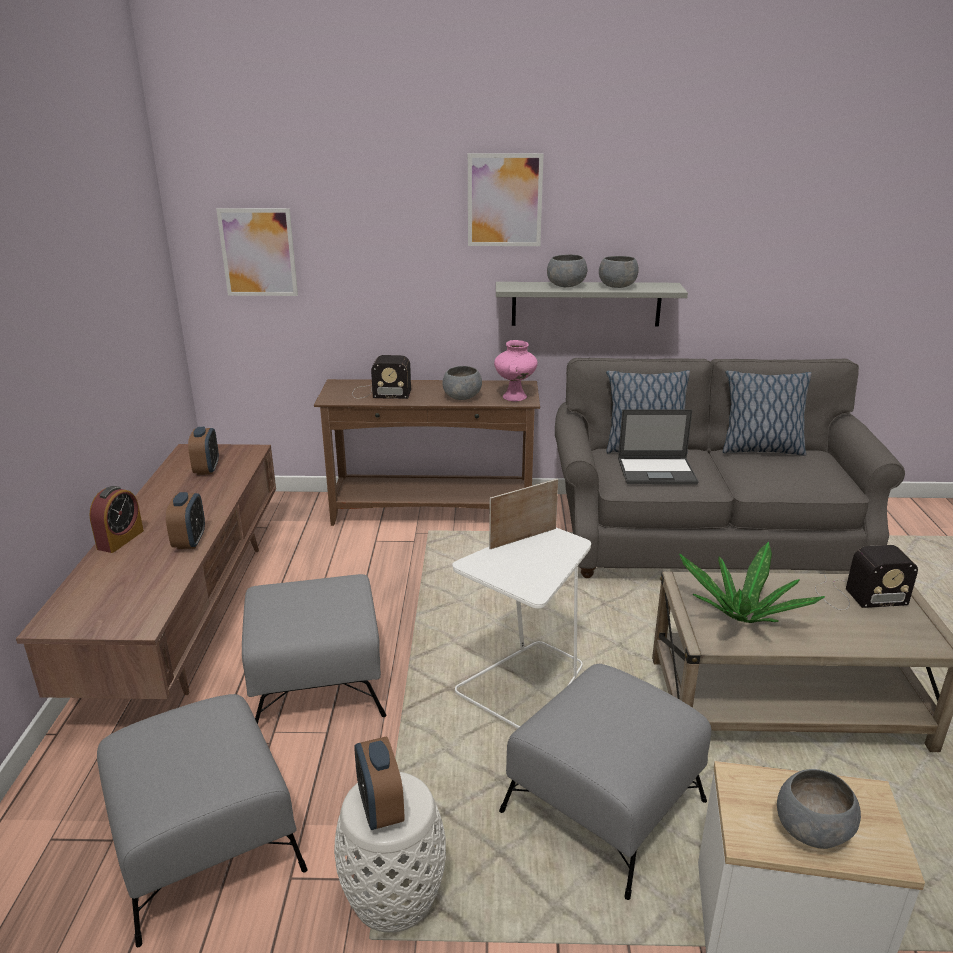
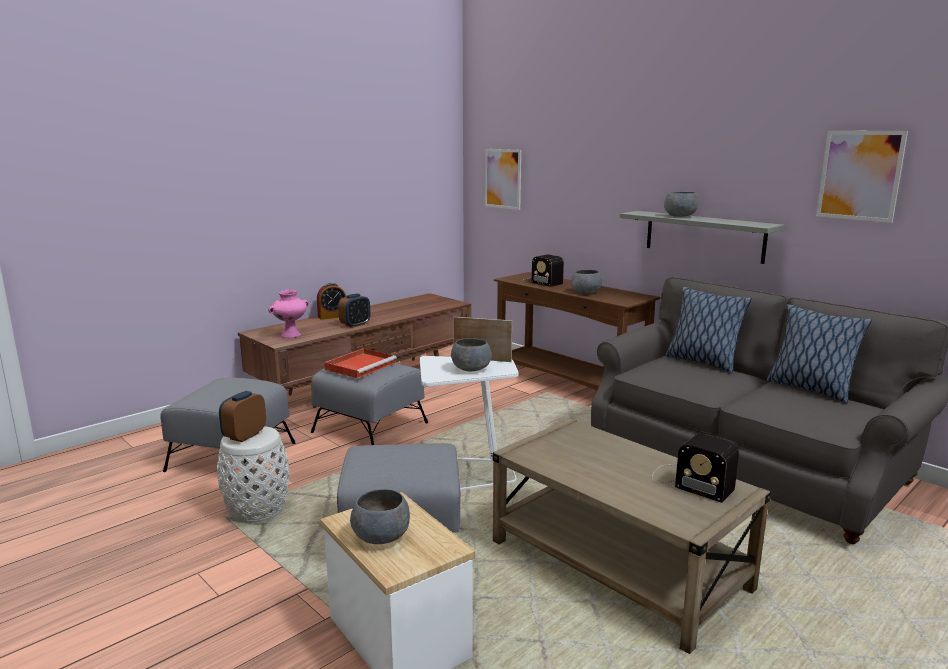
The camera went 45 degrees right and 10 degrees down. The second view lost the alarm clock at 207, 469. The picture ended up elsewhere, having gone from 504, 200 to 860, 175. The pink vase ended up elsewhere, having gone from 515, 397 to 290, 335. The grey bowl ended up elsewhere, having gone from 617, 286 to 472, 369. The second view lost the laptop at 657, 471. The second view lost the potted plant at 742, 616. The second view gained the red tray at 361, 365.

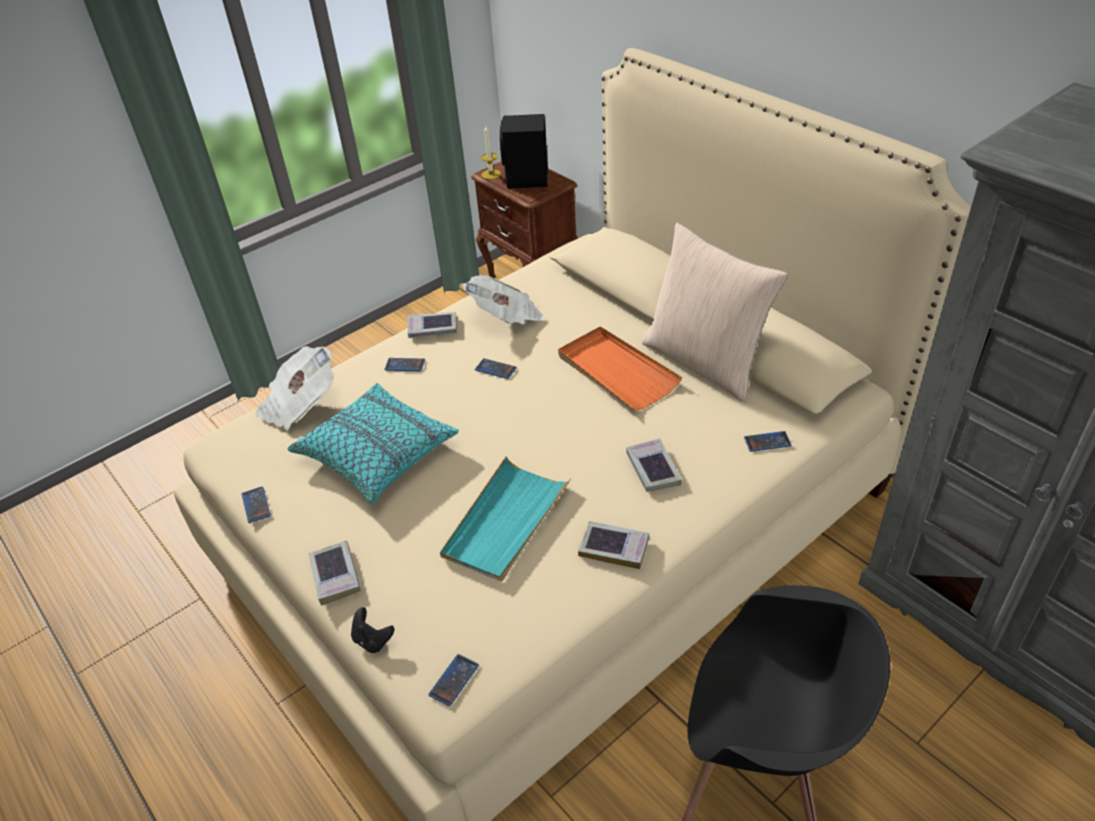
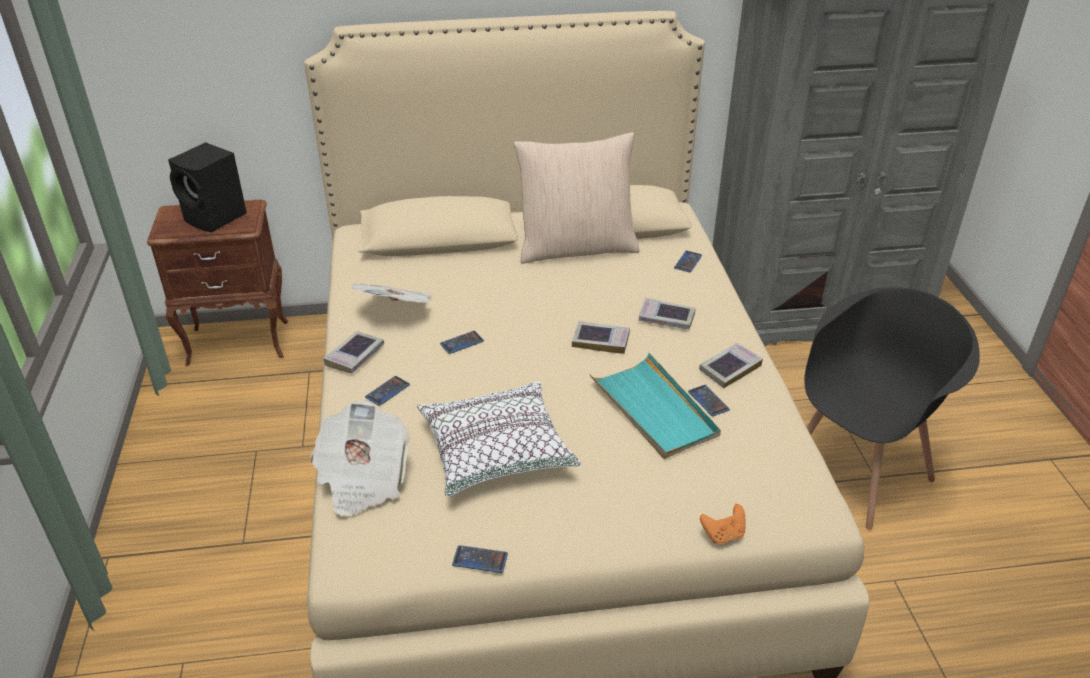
The camera went 60 degrees left and 5 degrees down. What was the turquoise pillow at 377, 453 turned into the white pillow at 496, 450. The book ended up elsewhere, having gone from 335, 575 to 601, 341. What was the black game controller at 372, 640 turned into the orange game controller at 723, 534. The phone ended up elsewhere, having gone from 454, 680 to 708, 401. The second view lost the candle at 491, 174. The second view lost the orange tray at 616, 371.

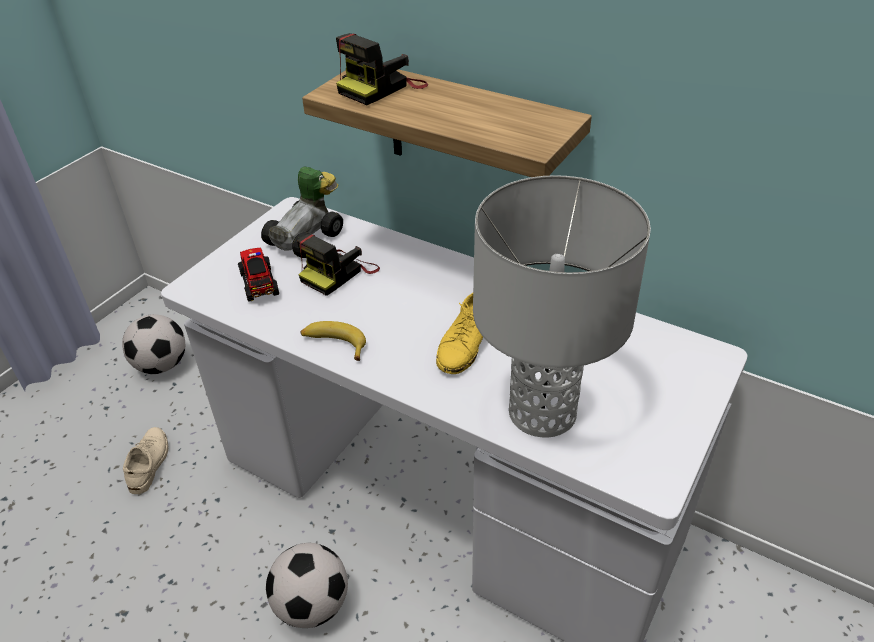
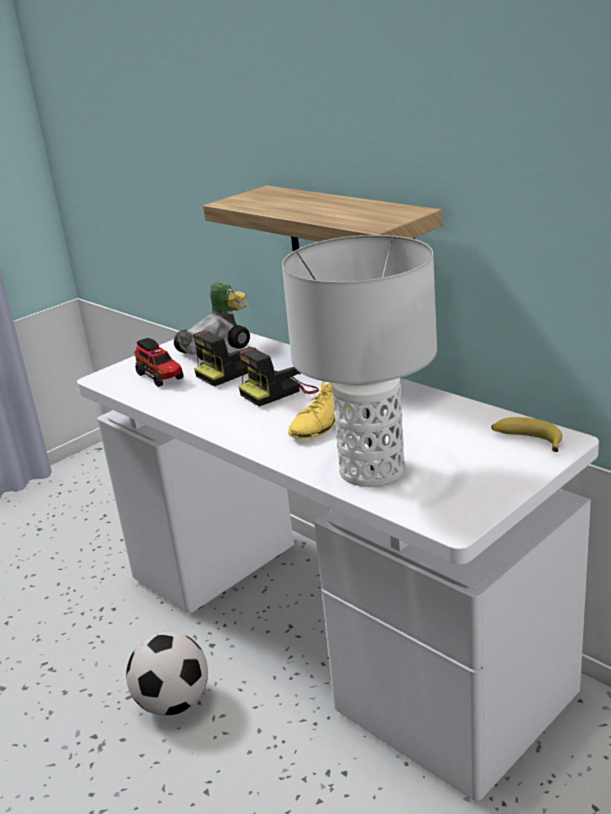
The camera went 15 degrees right and 15 degrees down. The second view lost the football at 161, 365. The second view lost the beige shoe at 149, 463. The toy truck at 259, 283 ended up facing another way, 150 degrees clockwise from before. The banana ended up elsewhere, having gone from 334, 344 to 527, 440. The photo camera ended up elsewhere, having gone from 381, 88 to 279, 392.

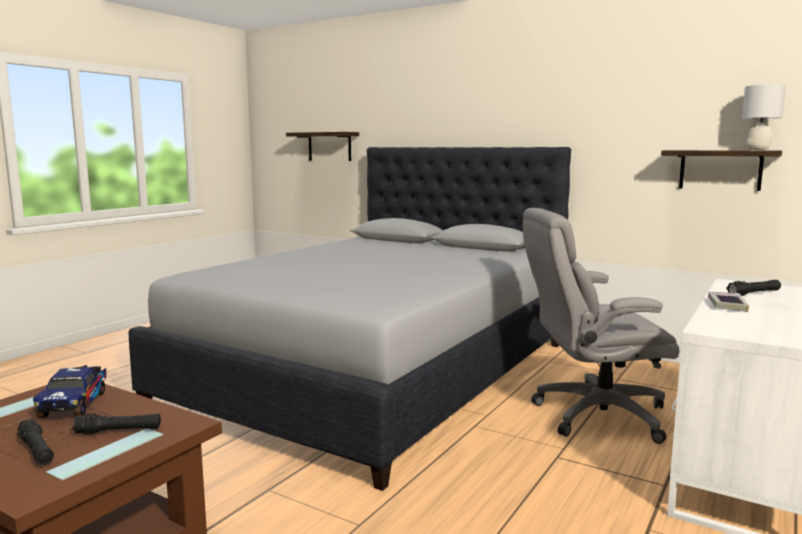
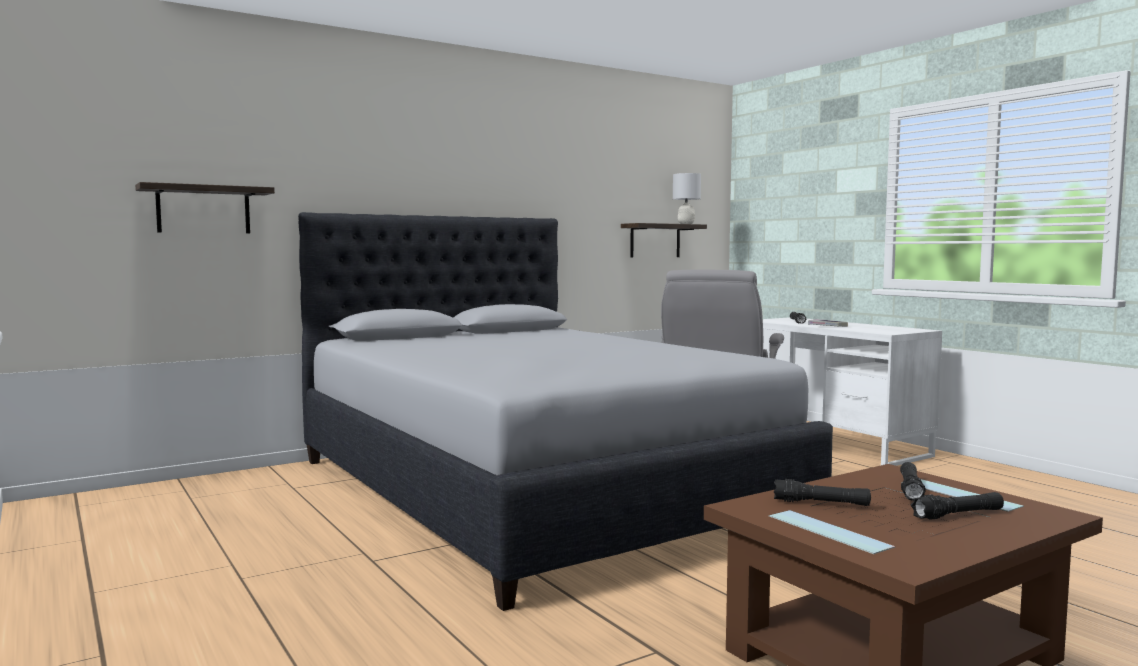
The camera went 65 degrees left and 5 degrees down. Where the toy truck stood at 75, 403, the black flashlight came to stand at 821, 503.

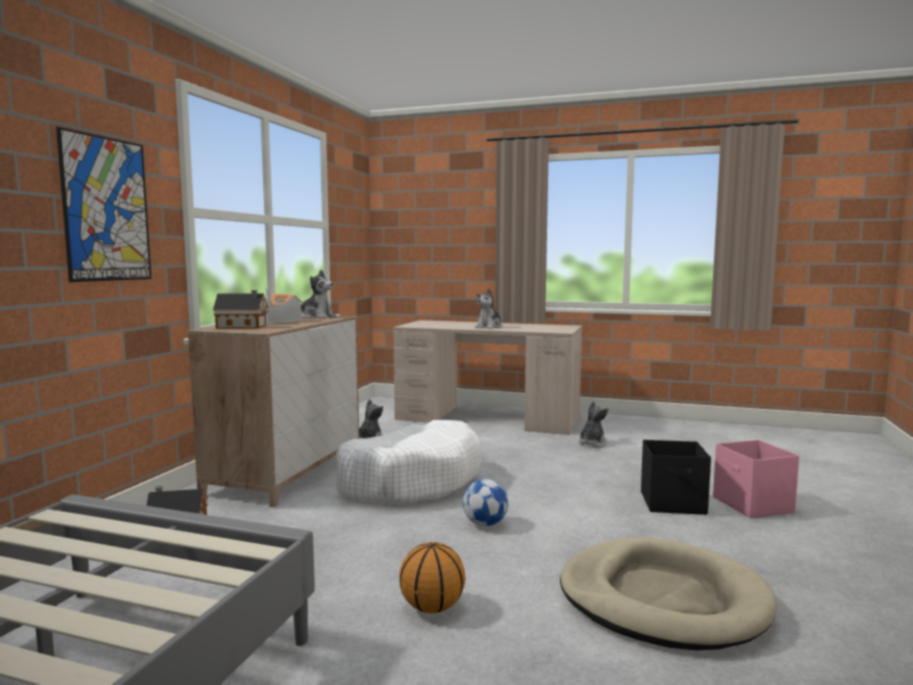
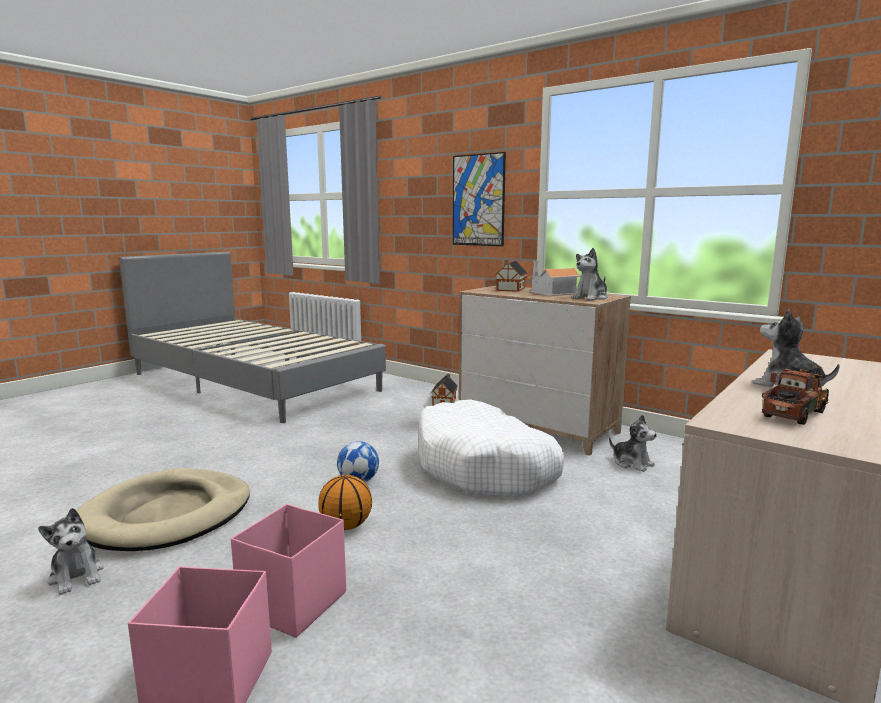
The camera went 110 degrees right and 5 degrees up. The basketball ended up elsewhere, having gone from 433, 607 to 346, 526. The plush toy ended up elsewhere, having gone from 592, 443 to 77, 576. What was the black storage box at 673, 503 turned into the pink storage box at 291, 604. The second view gained the toy truck at 796, 412.

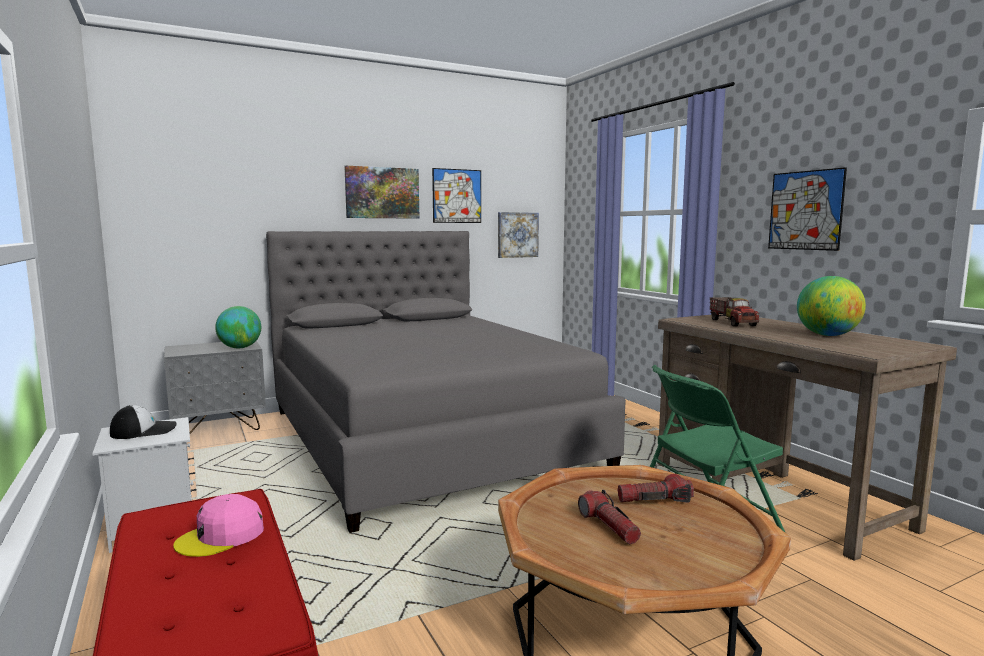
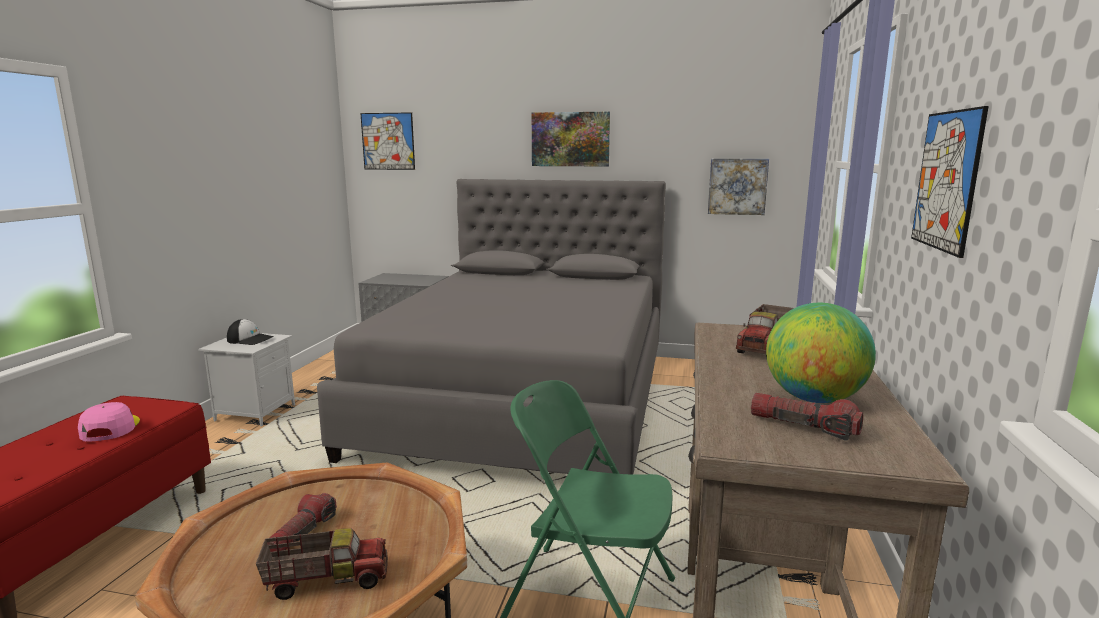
The camera went 40 degrees right and 5 degrees up. The pink cap at 221, 536 ended up facing another way, 75 degrees clockwise from before. The second view lost the globe at 240, 348. The picture ended up elsewhere, having gone from 457, 196 to 388, 141. The flashlight ended up elsewhere, having gone from 654, 500 to 803, 427. The second view gained the toy truck at 327, 580.

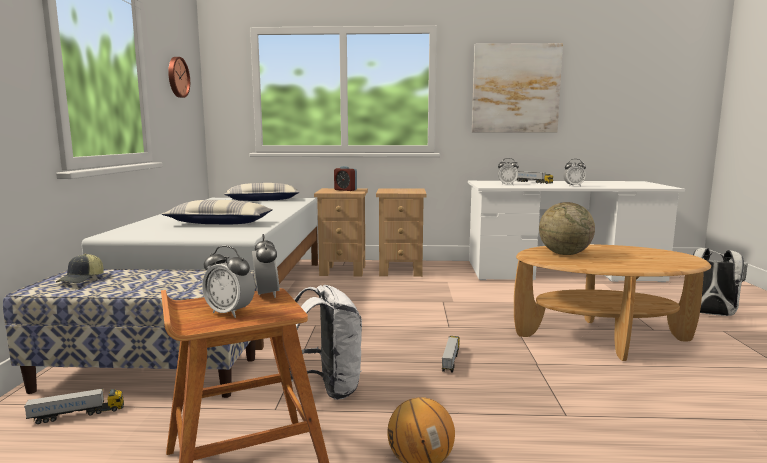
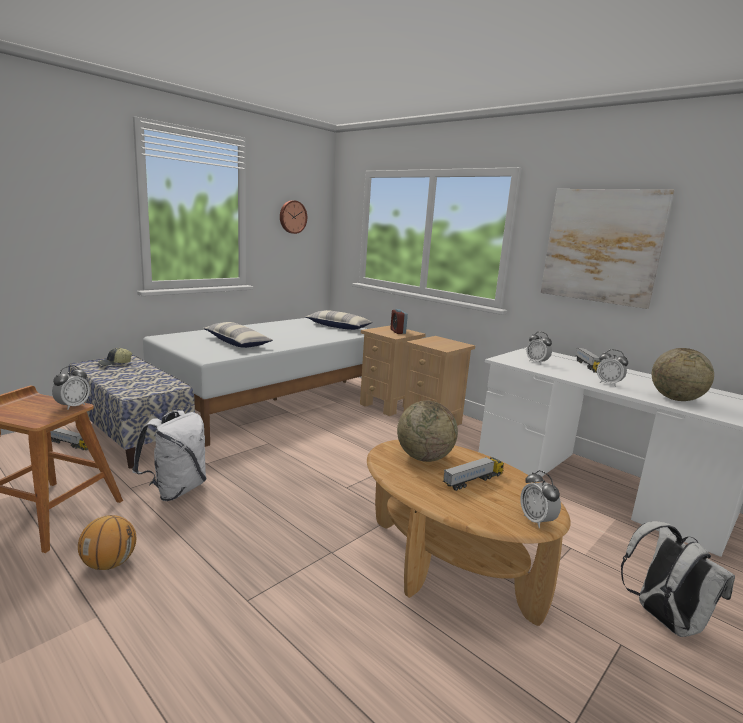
The camera went 40 degrees right and 5 degrees up. The alarm clock ended up elsewhere, having gone from 230, 313 to 536, 521. The toy truck ended up elsewhere, having gone from 450, 360 to 473, 481. The second view gained the globe at 675, 399.

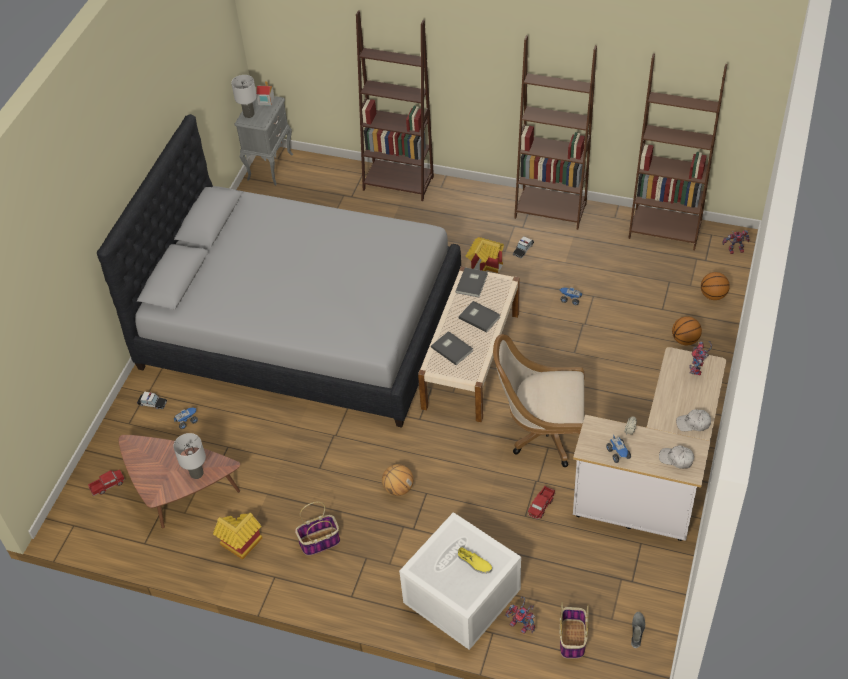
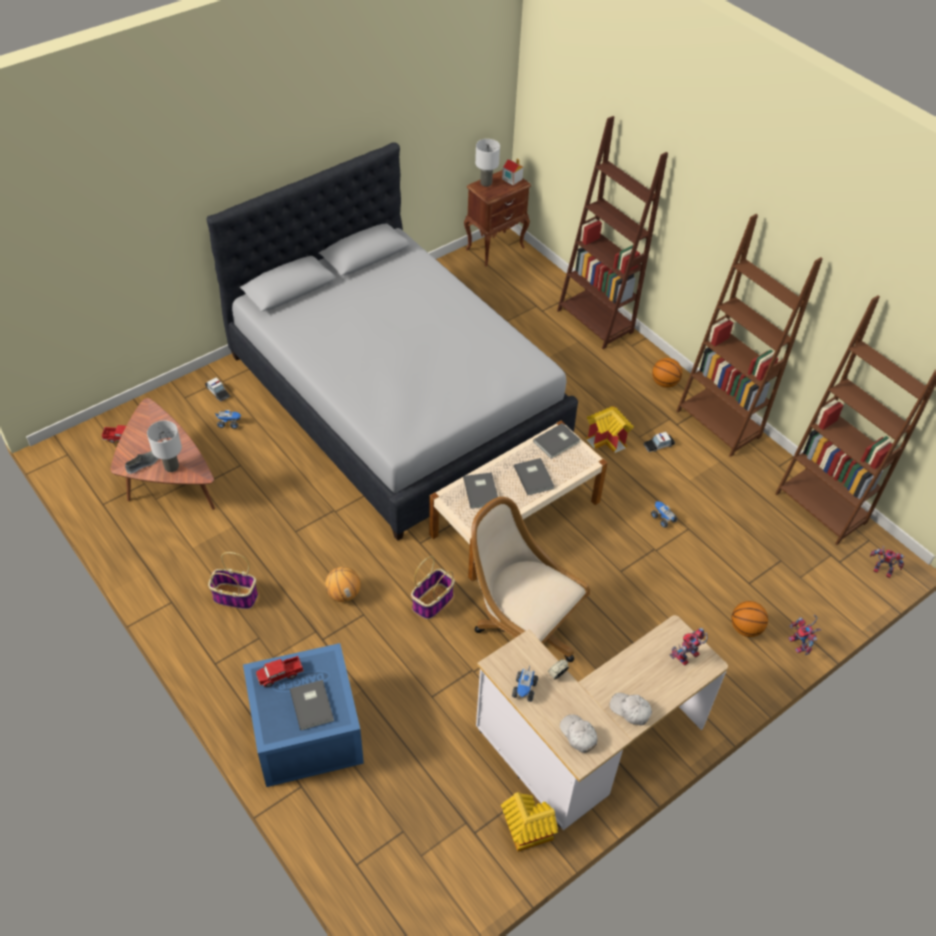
The camera went 30 degrees right and 0 degrees up. The toy house ended up elsewhere, having gone from 240, 546 to 524, 833. What was the grey nightstand at 270, 167 turned into the brown nightstand at 495, 248. What was the white storage box at 462, 597 turned into the blue storage box at 305, 733. Where the yellow shoe stood at 474, 563, the grey book came to stand at 313, 704. The toy robot ended up elsewhere, having gone from 522, 625 to 800, 645. The toy truck ended up elsewhere, having gone from 541, 505 to 280, 674. The basket ended up elsewhere, having gone from 572, 639 to 432, 602. The grey shoe ended up elsewhere, having gone from 637, 631 to 144, 463. The basketball ended up elsewhere, having gone from 713, 295 to 664, 383.

